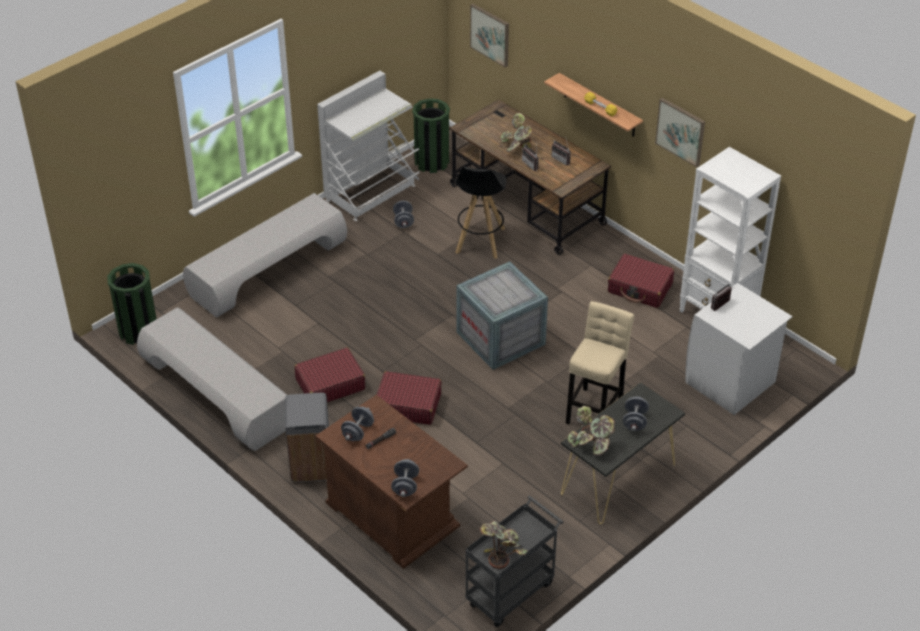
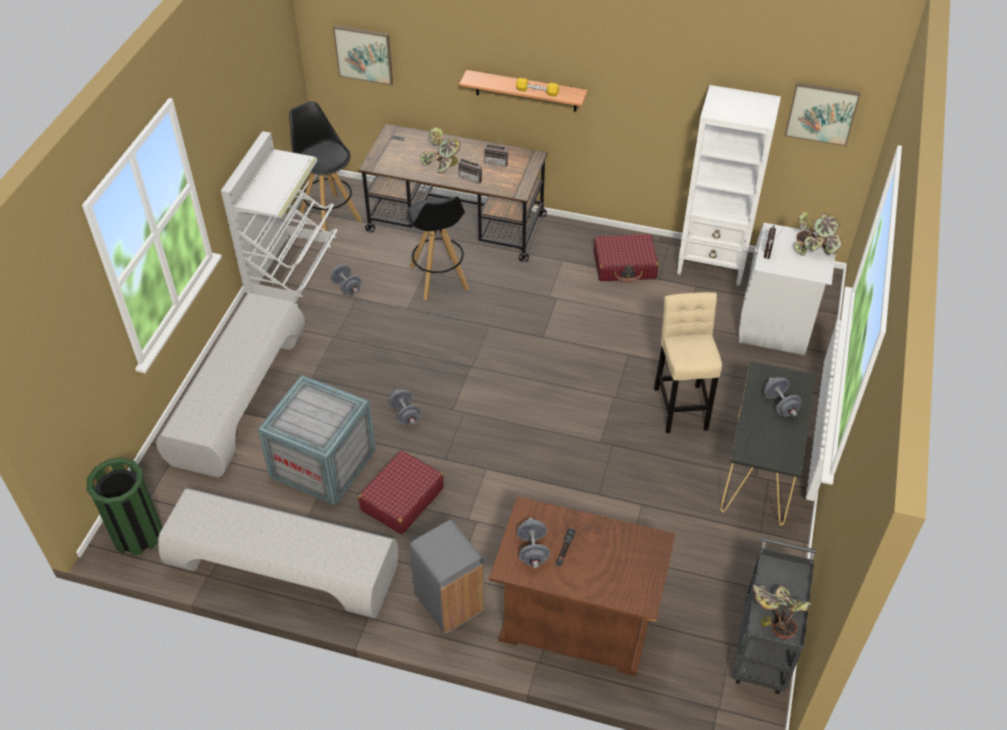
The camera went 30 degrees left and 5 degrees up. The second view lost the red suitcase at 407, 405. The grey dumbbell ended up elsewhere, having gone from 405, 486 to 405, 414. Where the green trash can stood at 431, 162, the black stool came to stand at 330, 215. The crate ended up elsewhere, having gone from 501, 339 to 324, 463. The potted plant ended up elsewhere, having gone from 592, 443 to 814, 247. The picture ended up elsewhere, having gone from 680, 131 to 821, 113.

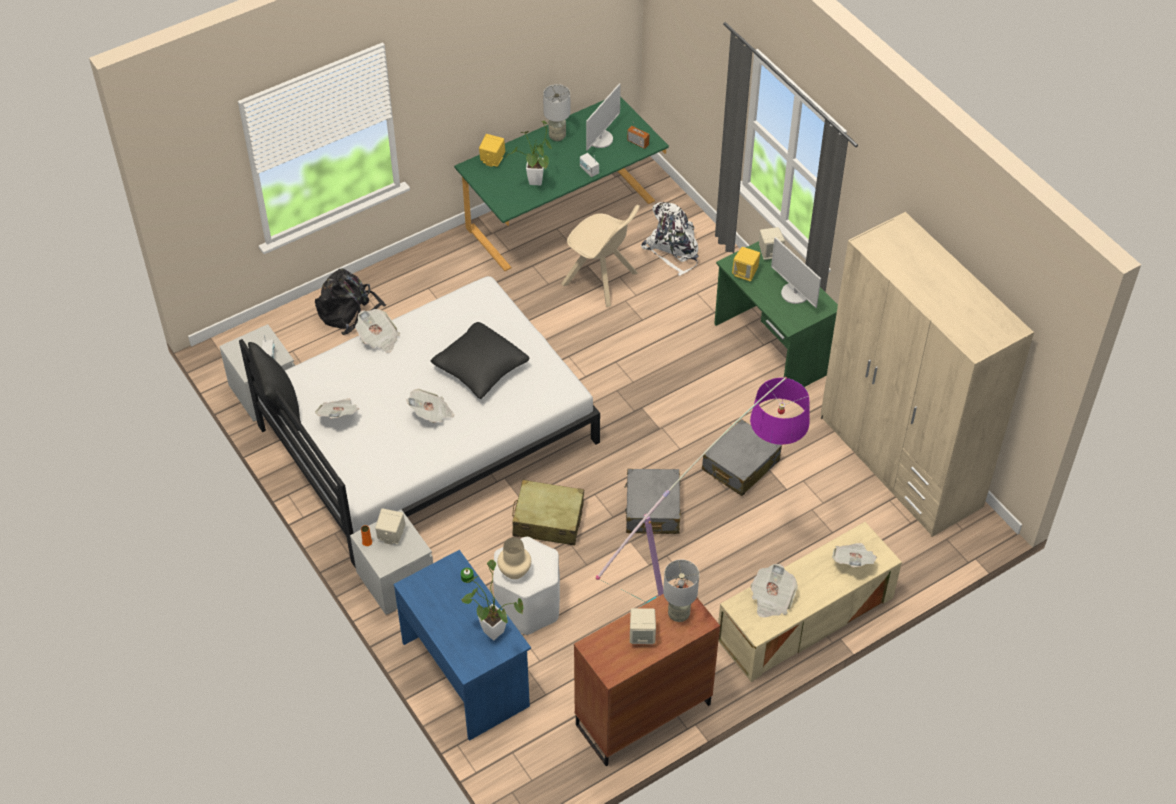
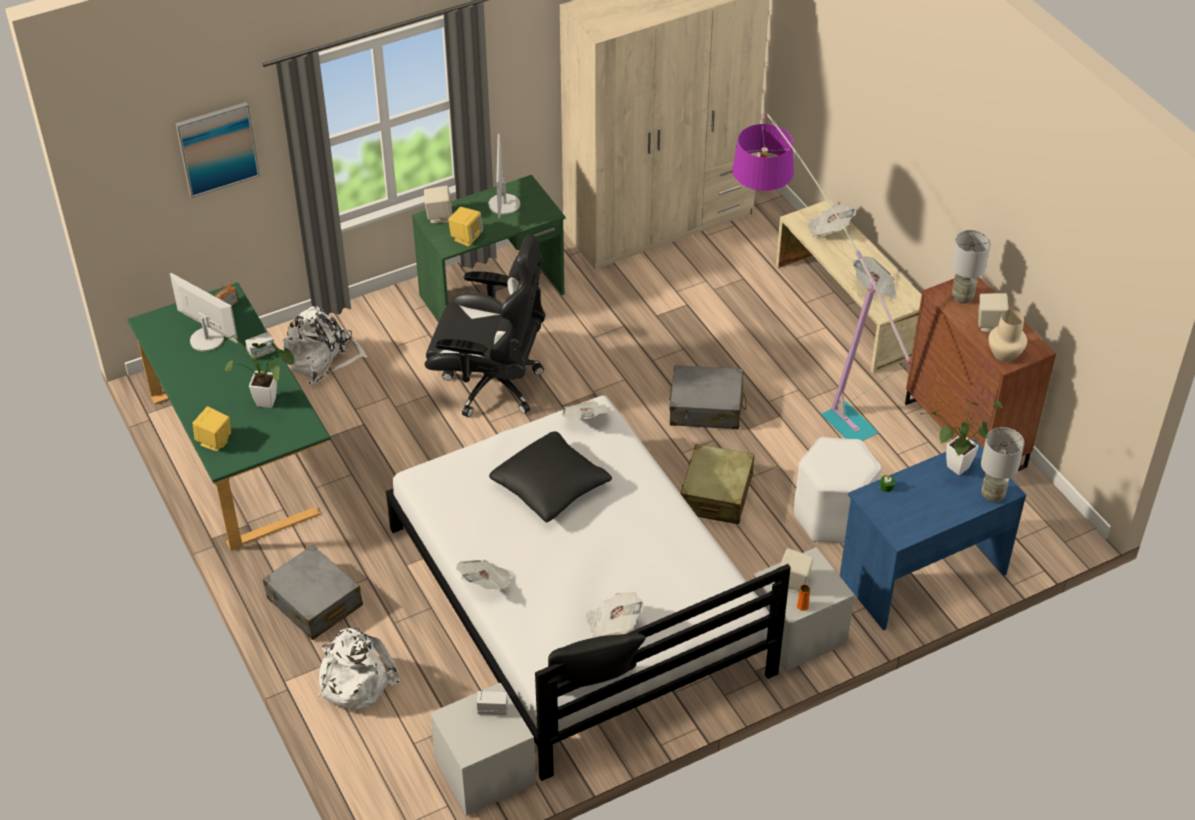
The camera went 85 degrees left and 5 degrees down. What was the black backpack at 348, 311 turned into the white backpack at 354, 679. The newspaper ended up elsewhere, having gone from 431, 414 to 585, 419. The beige vase ended up elsewhere, having gone from 514, 571 to 1004, 354. The grey table lamp ended up elsewhere, having gone from 557, 136 to 993, 494. The second view lost the beige chair at 601, 280. The grey suitcase ended up elsewhere, having gone from 740, 465 to 315, 602. The monitor at 795, 293 ended up facing another way, 120 degrees clockwise from before. The second view gained the picture at 217, 148. The second view gained the black office chair at 487, 385.

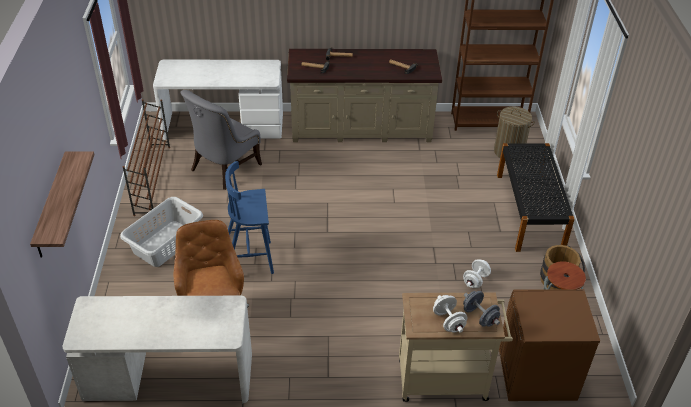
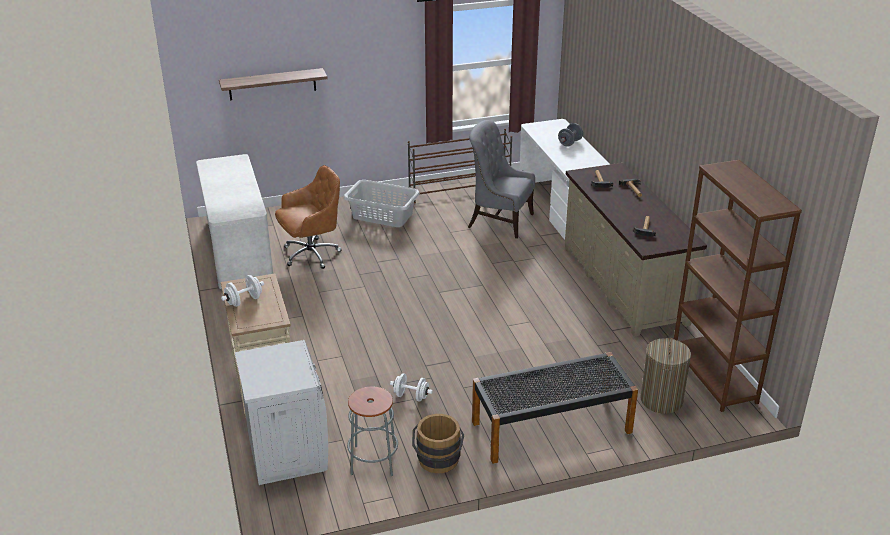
The camera went 75 degrees right and 10 degrees down. The second view lost the blue stool at 250, 259. The grey dumbbell ended up elsewhere, having gone from 480, 316 to 570, 143. What was the brown washing machine at 536, 375 turned into the white washing machine at 287, 452.

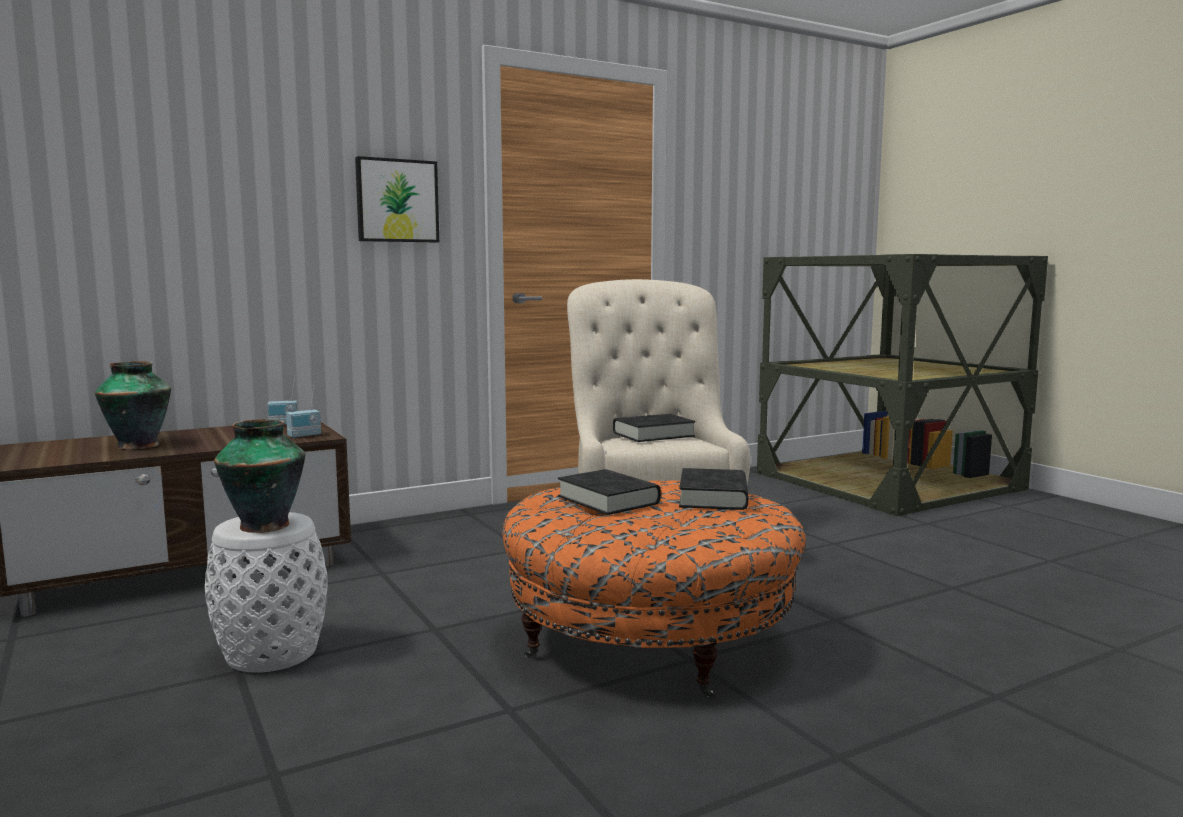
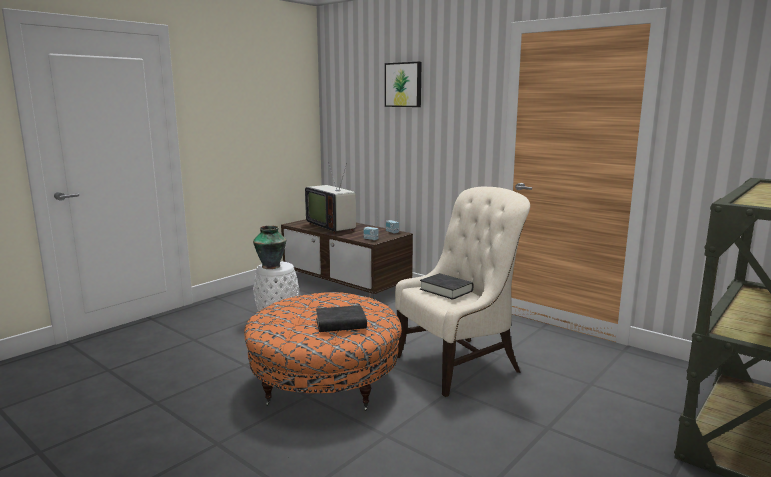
The camera went 70 degrees right and 5 degrees up. Where the vase stood at 139, 445, the television came to stand at 332, 227. The picture ended up elsewhere, having gone from 397, 201 to 404, 85. The second view lost the black book at 608, 500.

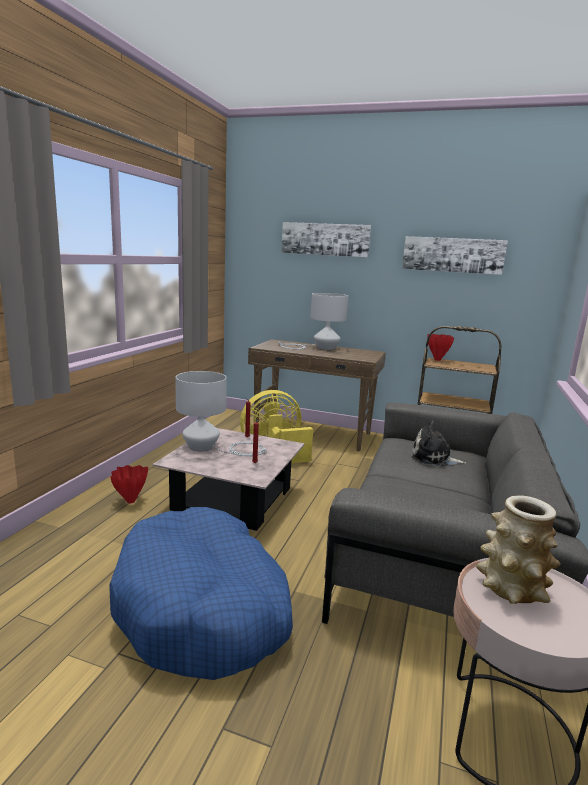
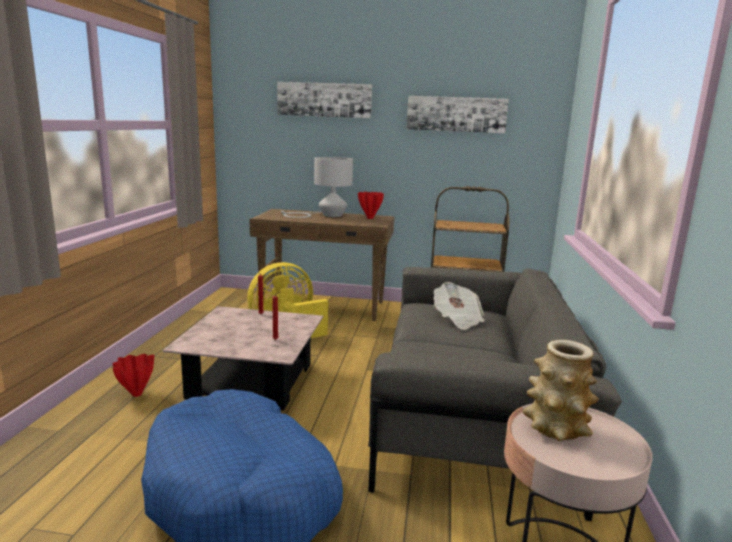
The camera went 10 degrees left and 0 degrees up. The second view lost the grey table lamp at 218, 447. Where the plush toy stood at 434, 458, the newspaper came to stand at 457, 319. The red vase ended up elsewhere, having gone from 437, 360 to 369, 218.

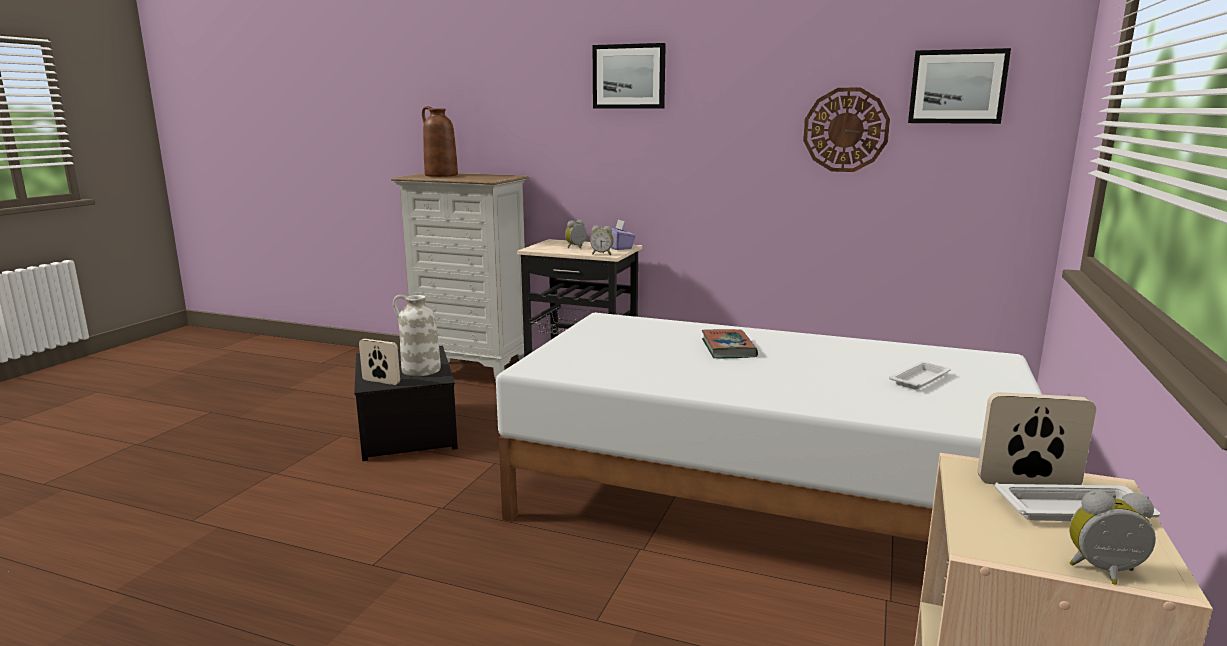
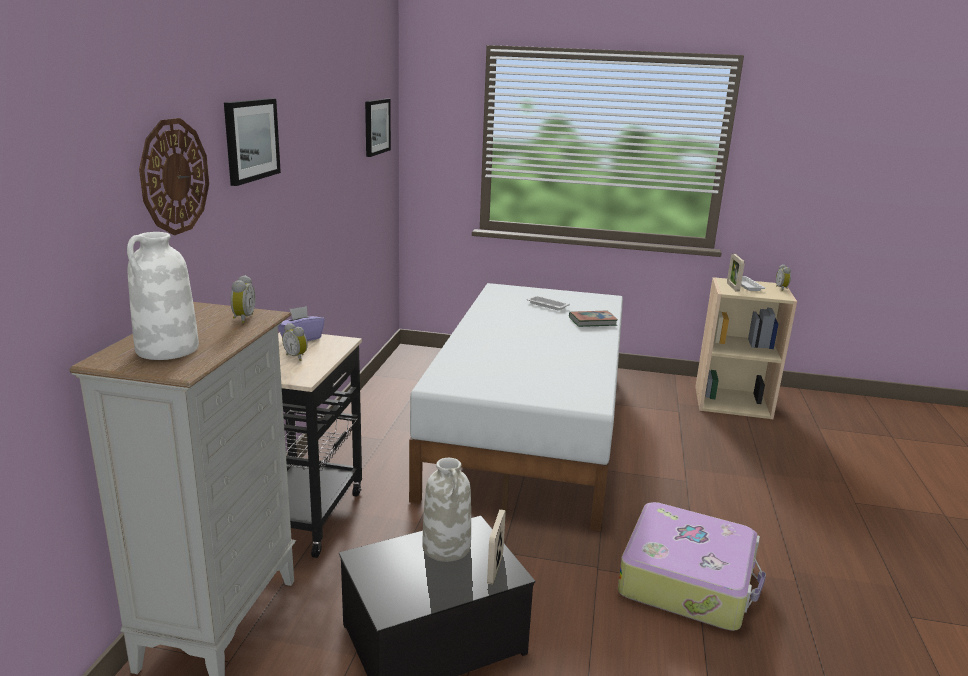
The camera went 100 degrees left and 5 degrees up. What was the brown vase at 440, 175 turned into the white vase at 167, 350. The alarm clock ended up elsewhere, having gone from 602, 254 to 242, 318. The book ended up elsewhere, having gone from 728, 348 to 592, 321. The wall clock ended up elsewhere, having gone from 845, 130 to 174, 176. The second view gained the suitcase at 688, 579.

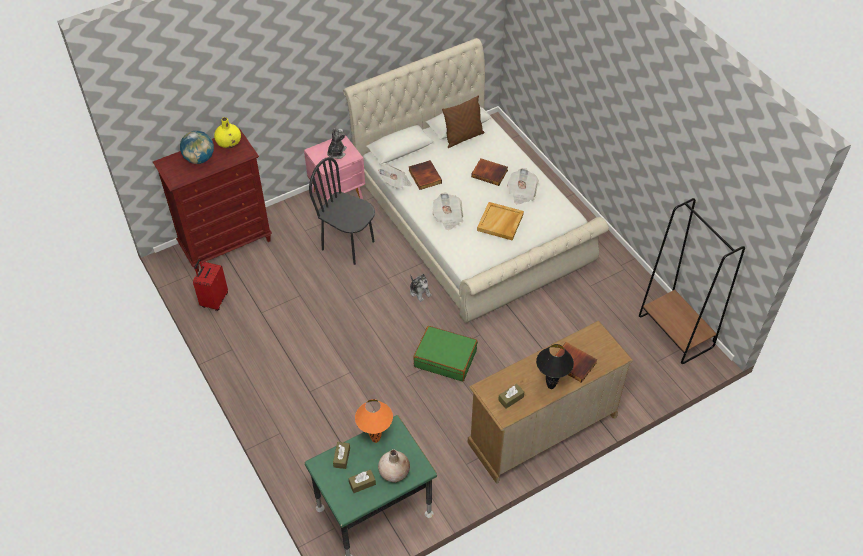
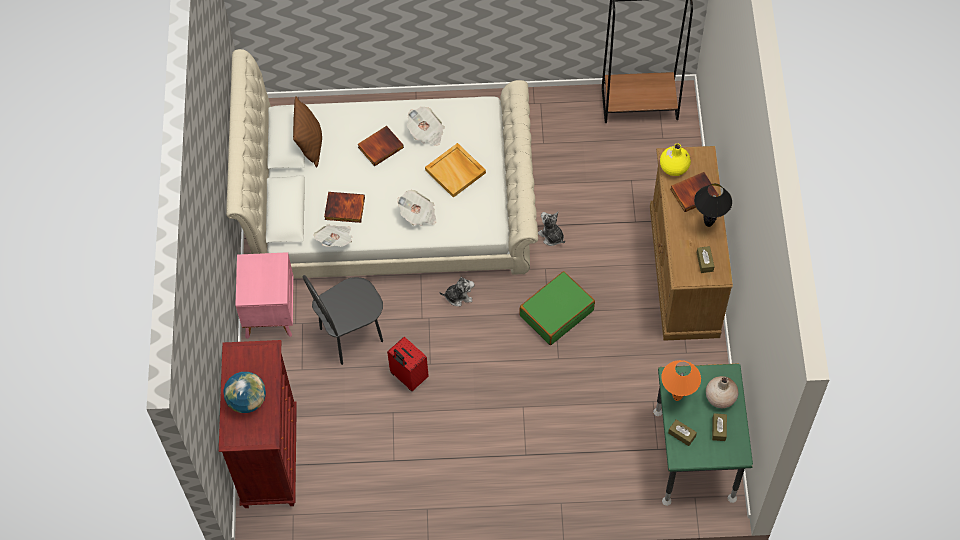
The camera went 60 degrees left and 10 degrees up. The red suitcase ended up elsewhere, having gone from 214, 300 to 408, 377. The yellow vase ended up elsewhere, having gone from 229, 143 to 674, 167. The plush toy ended up elsewhere, having gone from 336, 153 to 551, 236.

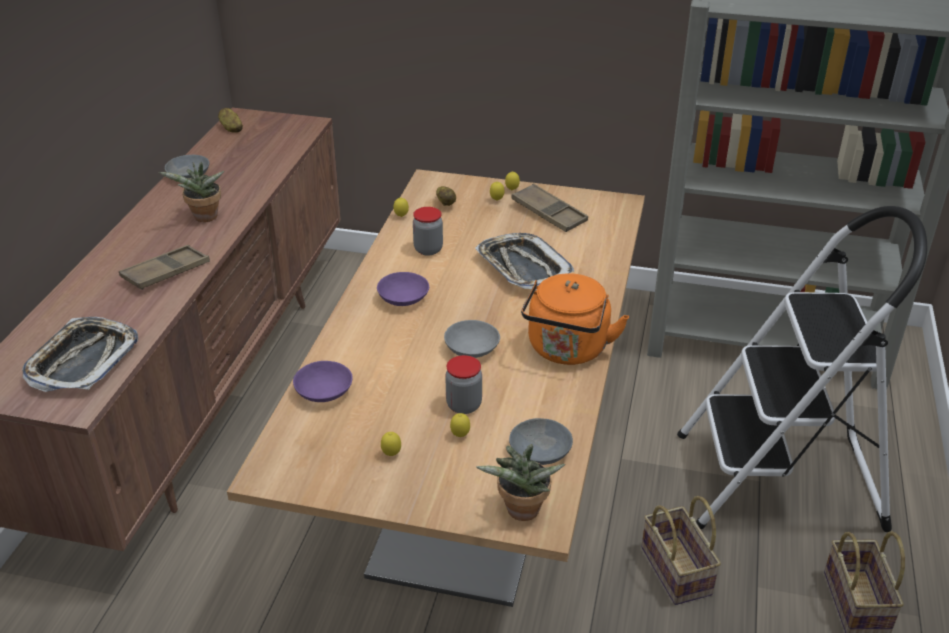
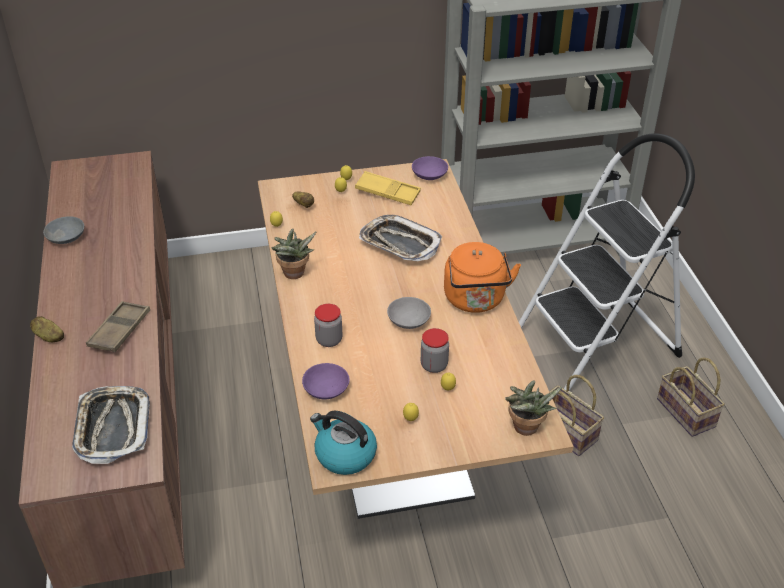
The camera went 25 degrees left and 5 degrees up. The potted plant ended up elsewhere, having gone from 204, 218 to 294, 275. The potato ended up elsewhere, having gone from 231, 128 to 48, 337. The purple bowl ended up elsewhere, having gone from 403, 299 to 430, 175. The jar ended up elsewhere, having gone from 428, 249 to 329, 340. The second view lost the grey bowl at 541, 451. What was the brown tray at 549, 213 turned into the yellow tray at 387, 192. The second view gained the kettle at 344, 454.

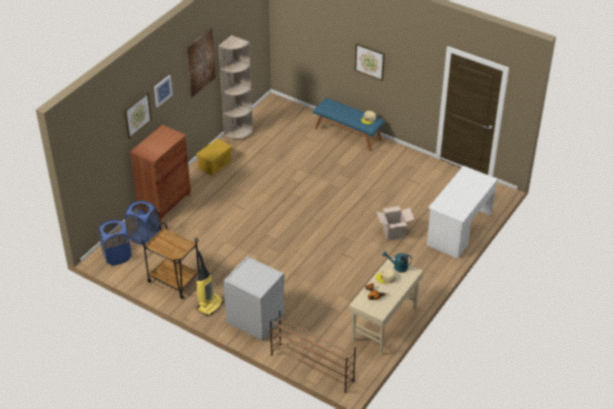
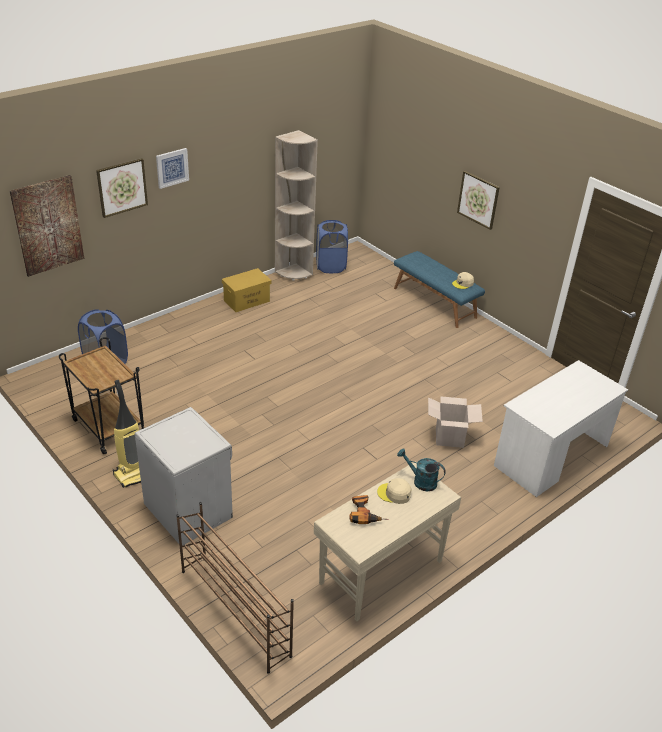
The camera went 15 degrees right and 5 degrees down. The blue laundry basket ended up elsewhere, having gone from 117, 256 to 330, 266. The second view lost the brown dresser at 166, 204. The picture ended up elsewhere, having gone from 200, 62 to 48, 225.

